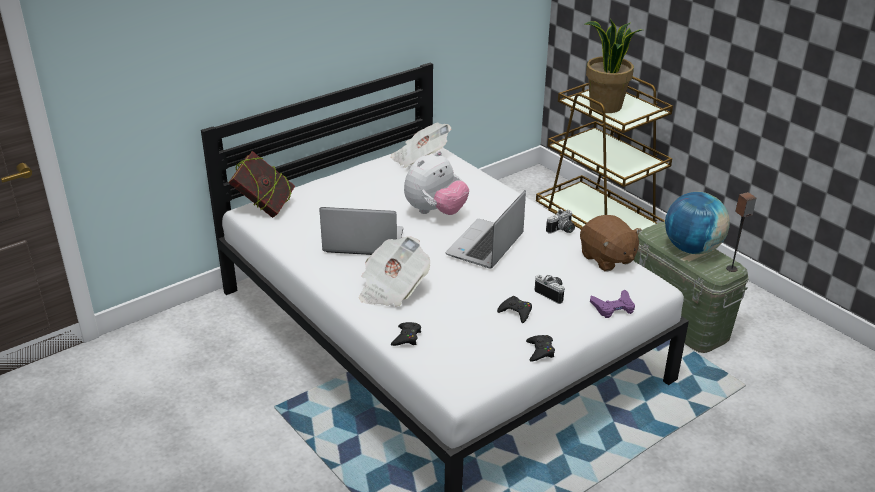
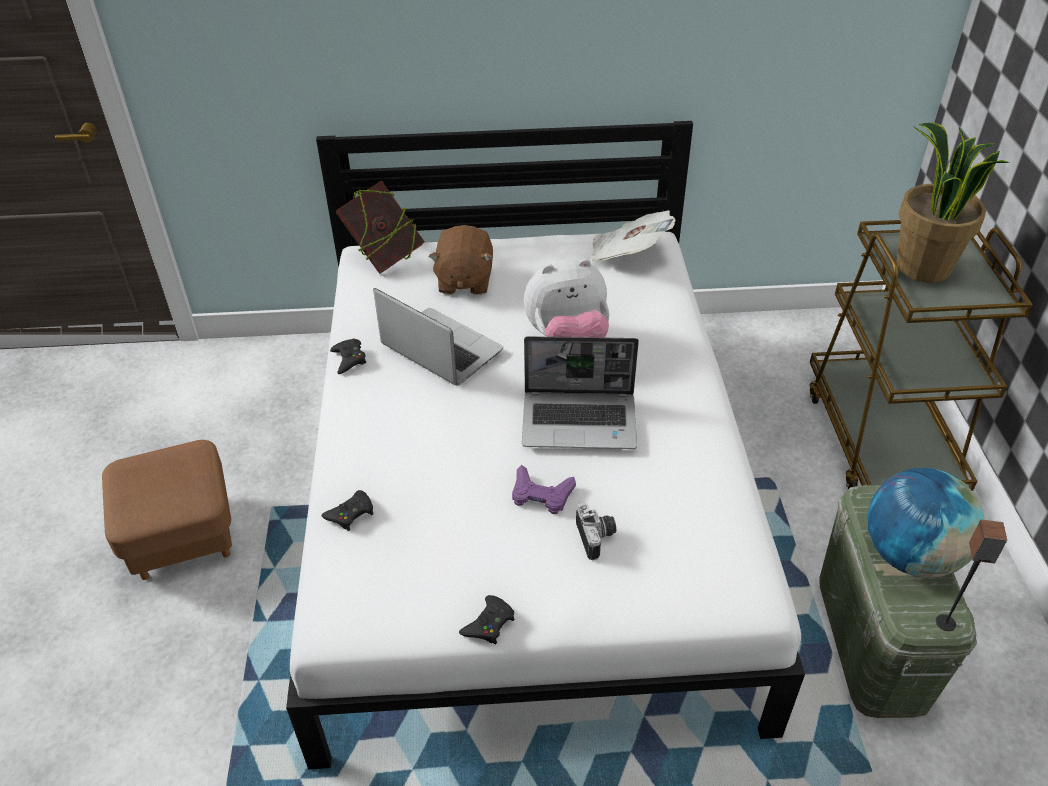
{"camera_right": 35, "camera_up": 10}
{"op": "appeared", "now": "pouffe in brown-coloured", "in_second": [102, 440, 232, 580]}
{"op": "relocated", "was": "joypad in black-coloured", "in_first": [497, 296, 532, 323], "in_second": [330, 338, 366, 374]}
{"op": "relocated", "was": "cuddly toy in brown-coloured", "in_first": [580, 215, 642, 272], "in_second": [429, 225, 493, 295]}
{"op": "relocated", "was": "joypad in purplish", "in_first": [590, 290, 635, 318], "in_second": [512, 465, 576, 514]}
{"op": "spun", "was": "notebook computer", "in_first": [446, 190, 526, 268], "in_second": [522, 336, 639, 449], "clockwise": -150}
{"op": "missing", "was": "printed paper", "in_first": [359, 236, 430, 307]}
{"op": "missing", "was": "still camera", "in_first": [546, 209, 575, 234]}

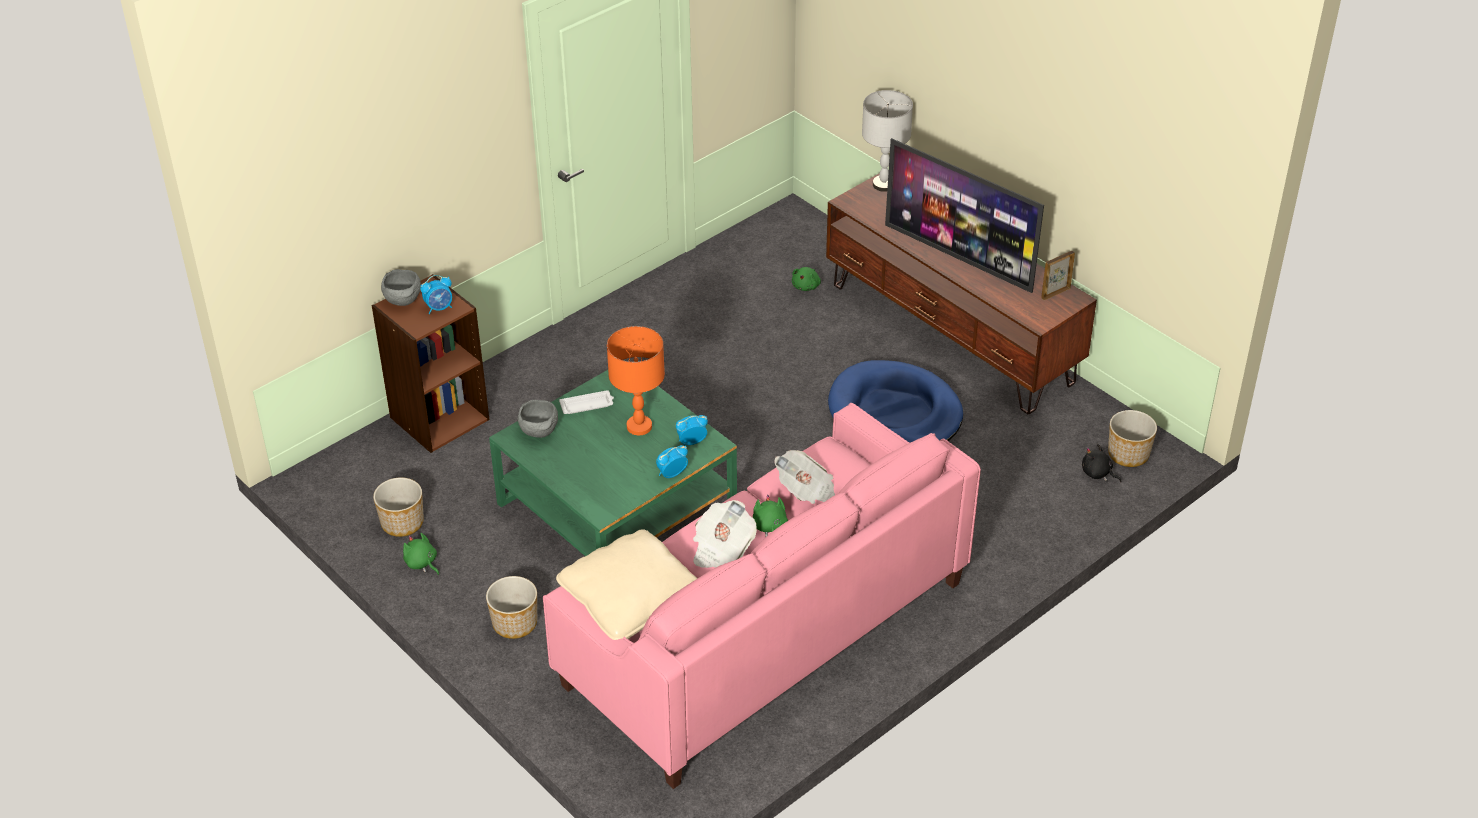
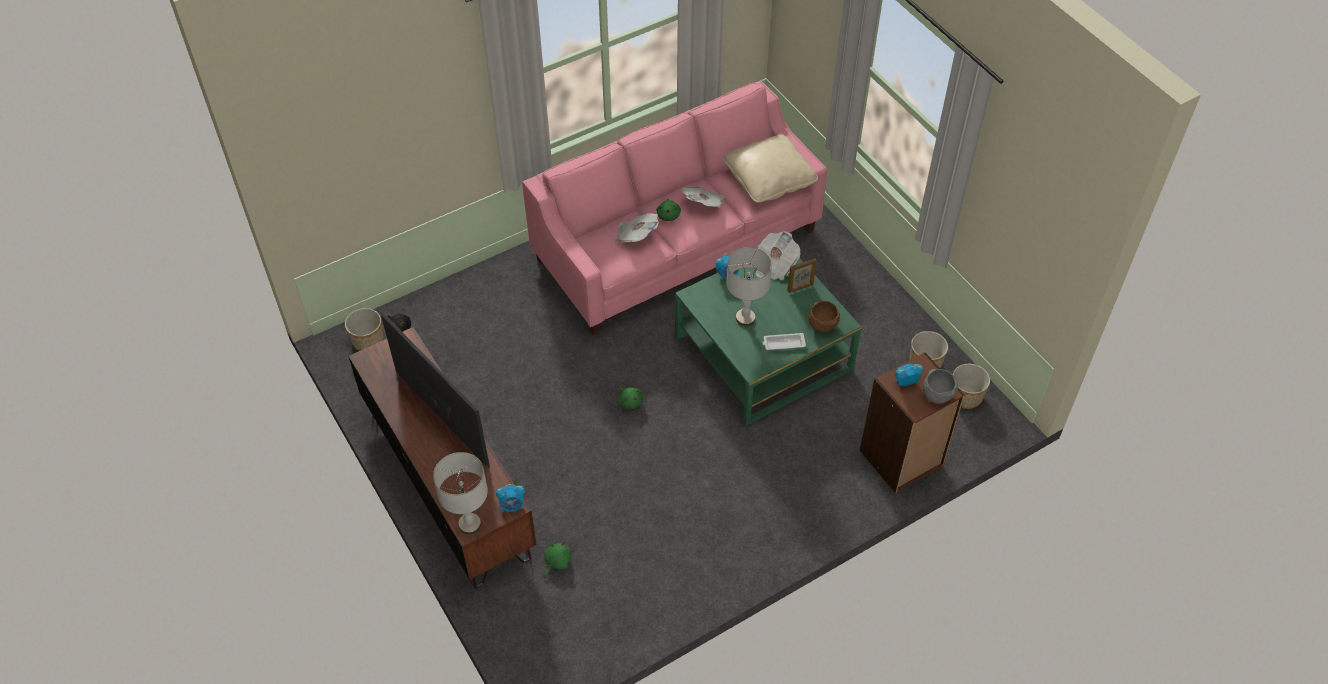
{"camera_right": -170, "camera_up": 10}
{"op": "relocated", "was": "alarm clock", "in_first": [676, 415, 708, 445], "in_second": [496, 484, 525, 512]}
{"op": "relocated", "was": "cuddly toy in greenish", "in_first": [403, 533, 439, 575], "in_second": [618, 386, 643, 409]}
{"op": "colour", "was": "table lamp in orange", "now": "table lamp in gray", "in_first": [607, 326, 665, 435], "in_second": [726, 247, 772, 326]}
{"op": "appeared", "now": "printed paper", "in_second": [756, 231, 800, 280]}
{"op": "relocated", "was": "picture frame", "in_first": [1041, 251, 1075, 300], "in_second": [787, 258, 817, 293]}
{"op": "colour", "was": "serving bowl in gray", "now": "serving bowl in brown-coloured", "in_first": [518, 400, 558, 438], "in_second": [808, 301, 840, 332]}
{"op": "relocated", "was": "plant pot", "in_first": [486, 576, 537, 639], "in_second": [953, 364, 990, 409]}
{"op": "missing", "was": "pet bed in blue", "in_first": [828, 360, 963, 443]}

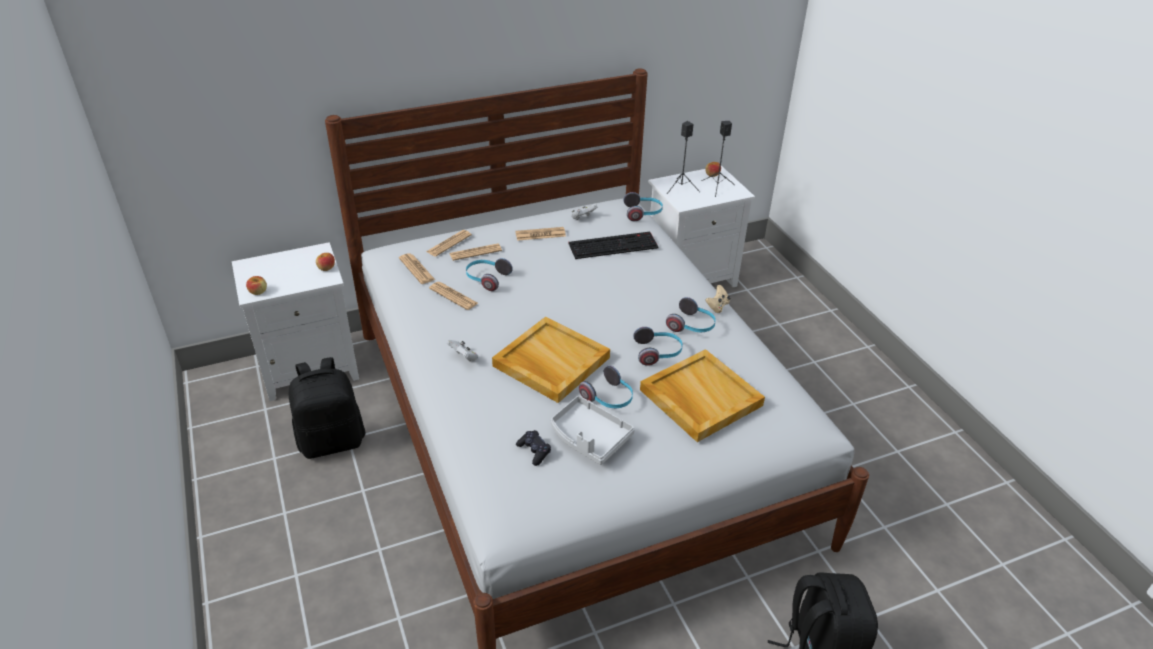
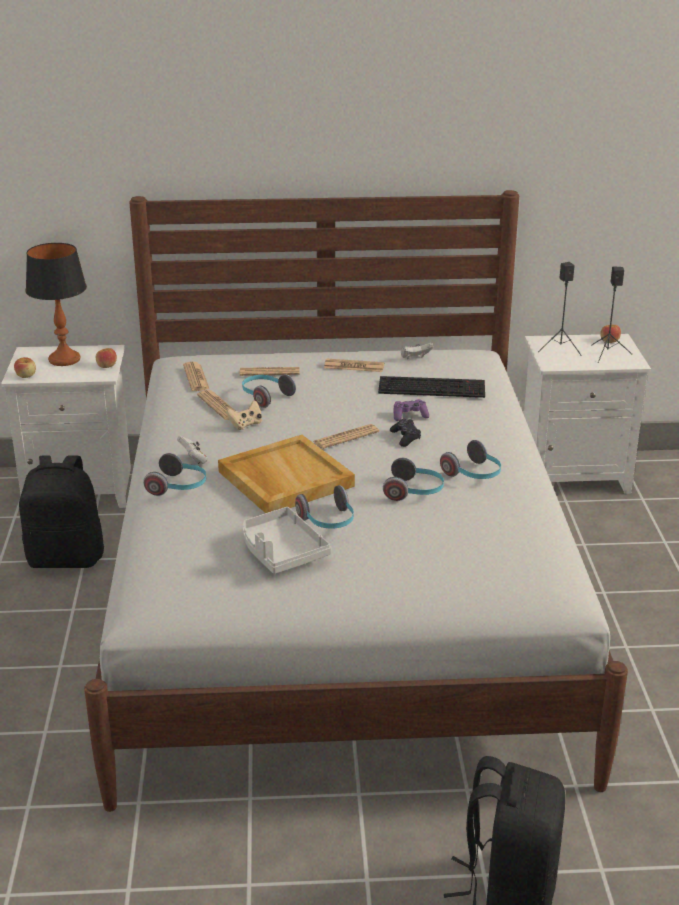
{"camera_right": 20, "camera_up": -10}
{"op": "appeared", "now": "table lamp", "in_second": [25, 243, 87, 366]}
{"op": "relocated", "was": "headphones", "in_first": [624, 192, 663, 221], "in_second": [143, 453, 206, 496]}
{"op": "relocated", "was": "joypad in beige", "in_first": [706, 285, 730, 313], "in_second": [226, 400, 262, 430]}
{"op": "relocated", "was": "printed paper", "in_first": [426, 230, 472, 257], "in_second": [313, 424, 379, 449]}
{"op": "relocated", "was": "joypad in black-coloured", "in_first": [516, 430, 551, 466], "in_second": [390, 419, 421, 447]}
{"op": "appeared", "now": "joypad in purplish", "in_second": [393, 399, 429, 421]}
{"op": "missing", "was": "tray in beige", "in_first": [640, 349, 765, 442]}

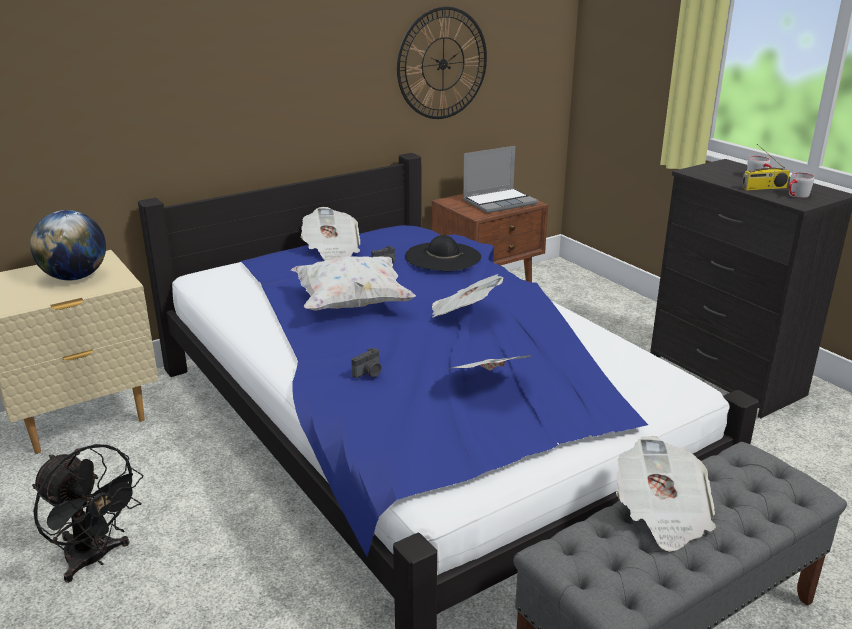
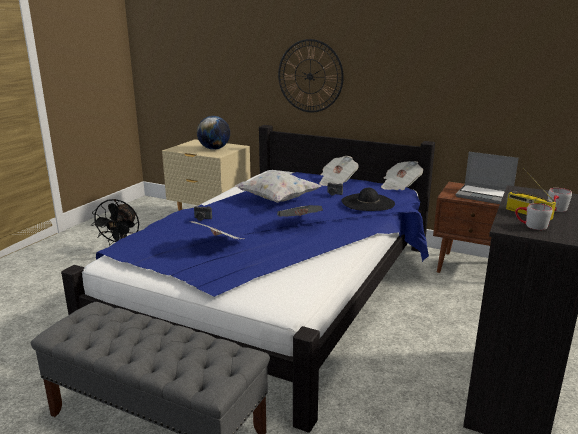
{"camera_right": 60, "camera_up": -5}
{"op": "relocated", "was": "wall clock", "in_first": [397, 6, 487, 119], "in_second": [278, 39, 344, 113]}
{"op": "relocated", "was": "printed paper", "in_first": [616, 436, 716, 552], "in_second": [381, 161, 423, 190]}

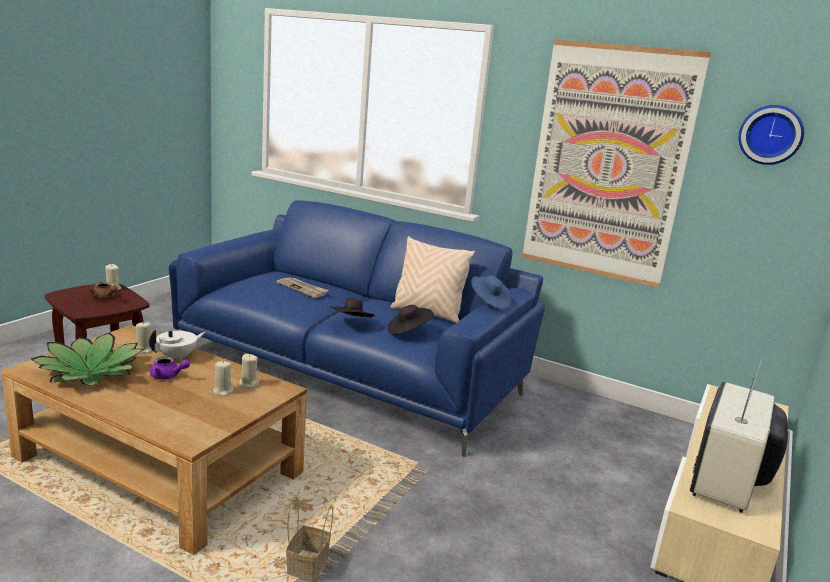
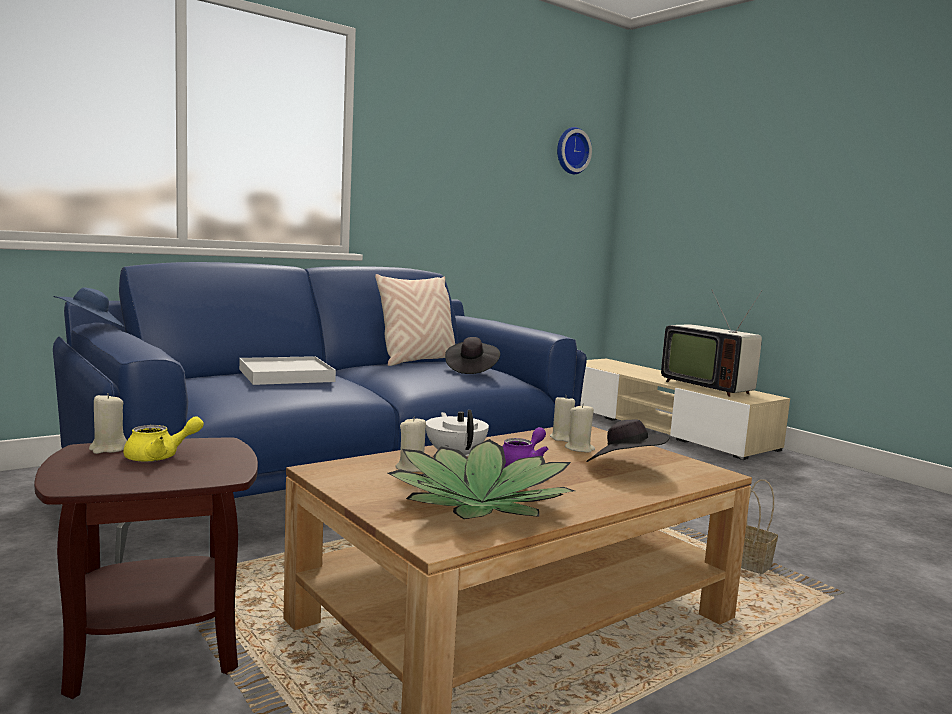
{"camera_right": -65, "camera_up": -10}
{"op": "relocated", "was": "wearable hat in blue", "in_first": [471, 275, 511, 310], "in_second": [53, 287, 124, 327]}
{"op": "colour", "was": "pot for tea in brown-coloured", "now": "pot for tea in yellowish", "in_first": [89, 282, 117, 299], "in_second": [123, 416, 204, 462]}
{"op": "exchanged", "was": "printed paper", "now": "tray in white", "in_first": [277, 277, 329, 298], "in_second": [239, 356, 336, 385]}
{"op": "relocated", "was": "wearable hat in black-coloured", "in_first": [330, 298, 375, 317], "in_second": [586, 420, 670, 462]}
{"op": "missing", "was": "wall picture", "in_first": [522, 39, 711, 288]}

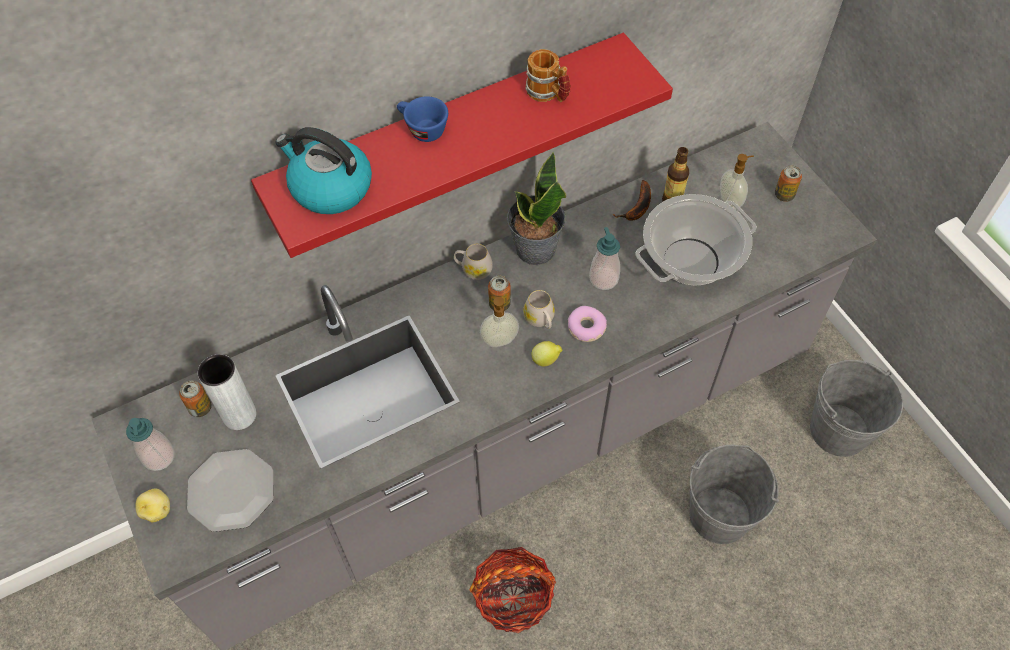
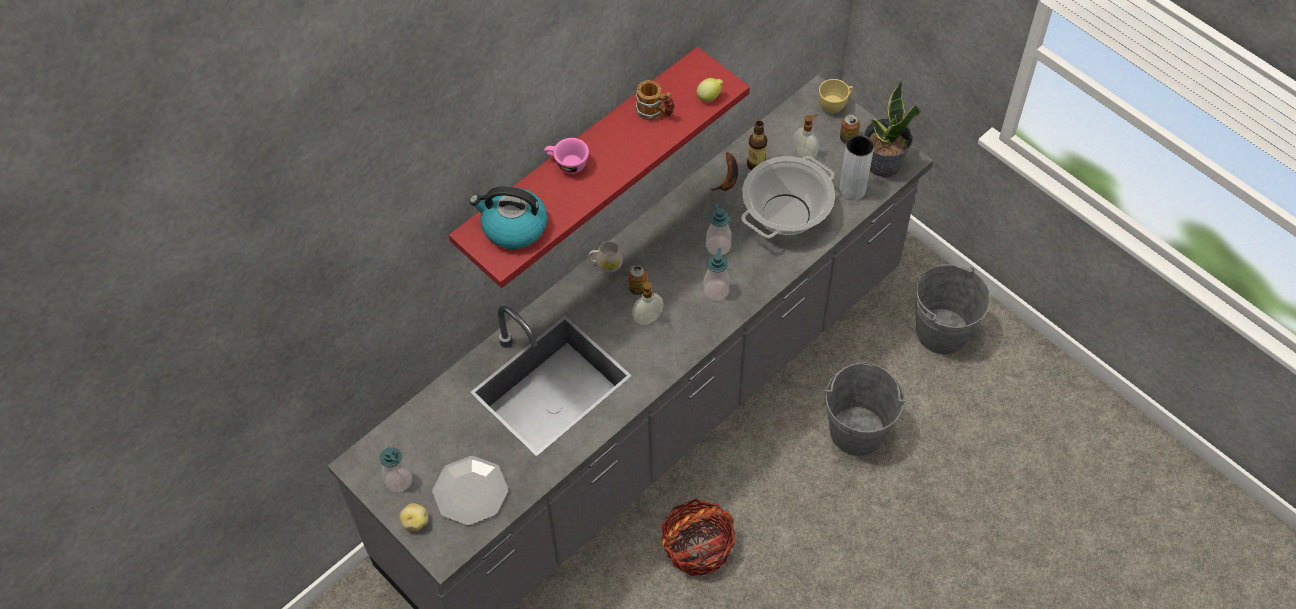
{"camera_right": -15, "camera_up": 0}
{"op": "colour", "was": "cup in blue", "now": "cup in pink-coloured", "in_first": [397, 96, 448, 142], "in_second": [544, 138, 589, 174]}
{"op": "relocated", "was": "citrus fruit", "in_first": [531, 341, 563, 366], "in_second": [696, 78, 724, 102]}
{"op": "exchanged", "was": "donut", "now": "soap dispenser", "in_first": [568, 306, 607, 342], "in_second": [703, 248, 730, 301]}
{"op": "appeared", "now": "cup in yellowish", "in_second": [819, 79, 854, 114]}
{"op": "relocated", "was": "vase in gray", "in_first": [198, 354, 256, 430], "in_second": [839, 135, 874, 200]}
{"op": "relocated", "was": "potted plant", "in_first": [507, 152, 566, 265], "in_second": [864, 81, 920, 177]}
{"op": "missing", "was": "sealed can", "in_first": [179, 381, 212, 417]}
{"op": "missing", "was": "coffee mug in white", "in_first": [523, 290, 555, 329]}

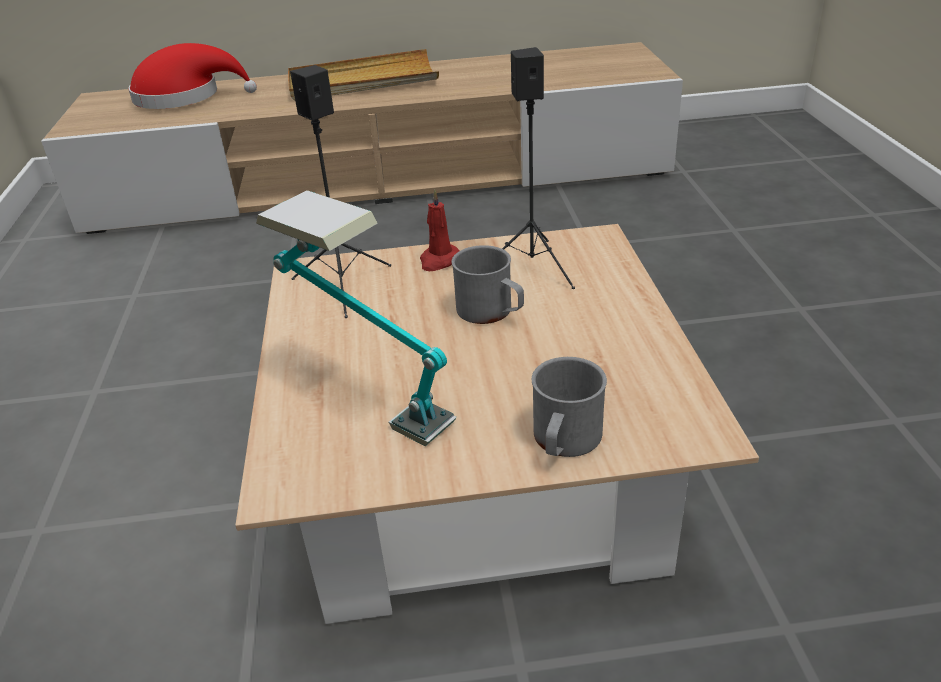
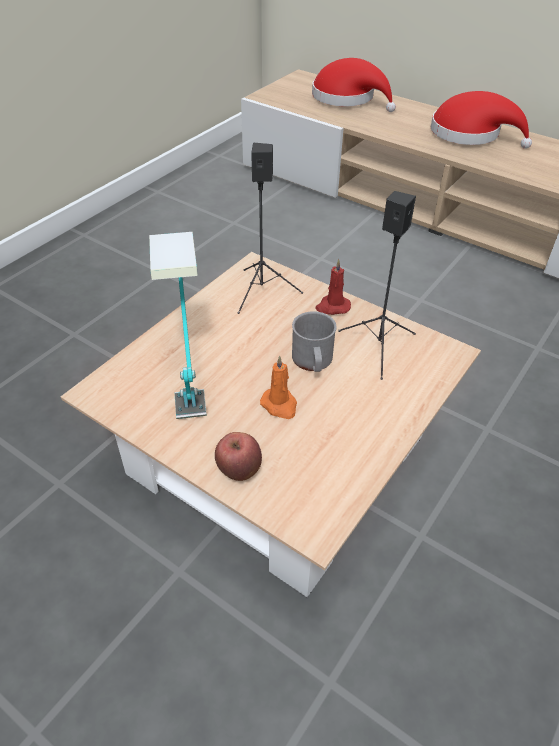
{"camera_right": 40, "camera_up": 10}
{"op": "exchanged", "was": "coffee mug in gray", "now": "apple fruit", "in_first": [531, 357, 607, 457], "in_second": [215, 432, 262, 481]}
{"op": "appeared", "now": "wax candle in orange", "in_second": [260, 356, 297, 419]}
{"op": "exchanged", "was": "tray in beige", "now": "wearable hat in red", "in_first": [288, 49, 439, 101], "in_second": [431, 91, 532, 149]}

